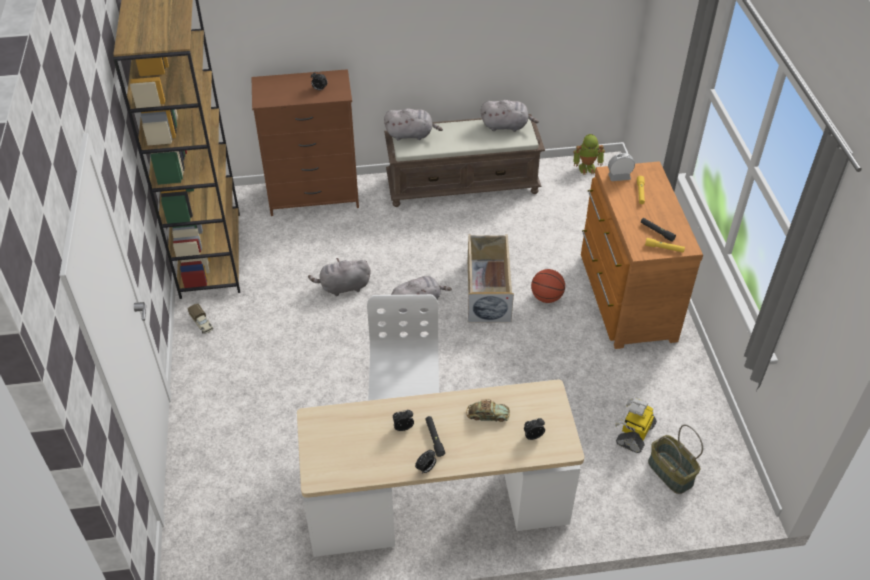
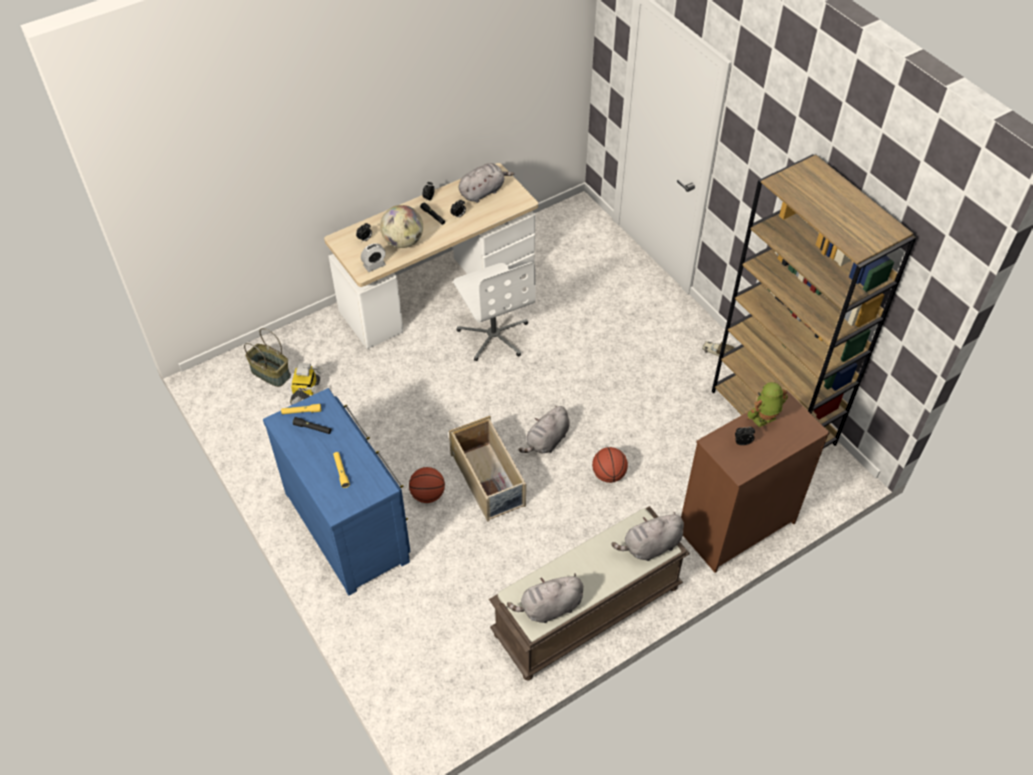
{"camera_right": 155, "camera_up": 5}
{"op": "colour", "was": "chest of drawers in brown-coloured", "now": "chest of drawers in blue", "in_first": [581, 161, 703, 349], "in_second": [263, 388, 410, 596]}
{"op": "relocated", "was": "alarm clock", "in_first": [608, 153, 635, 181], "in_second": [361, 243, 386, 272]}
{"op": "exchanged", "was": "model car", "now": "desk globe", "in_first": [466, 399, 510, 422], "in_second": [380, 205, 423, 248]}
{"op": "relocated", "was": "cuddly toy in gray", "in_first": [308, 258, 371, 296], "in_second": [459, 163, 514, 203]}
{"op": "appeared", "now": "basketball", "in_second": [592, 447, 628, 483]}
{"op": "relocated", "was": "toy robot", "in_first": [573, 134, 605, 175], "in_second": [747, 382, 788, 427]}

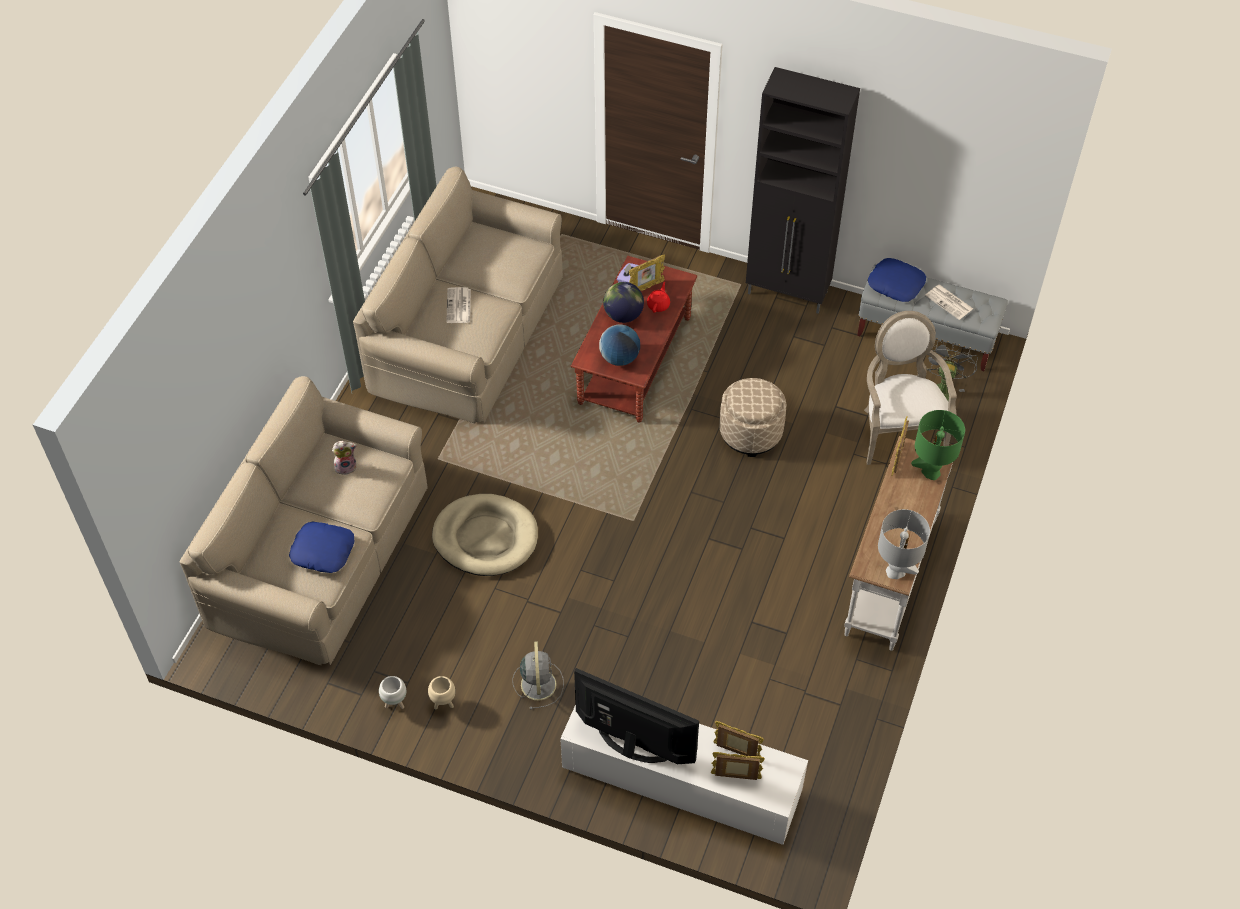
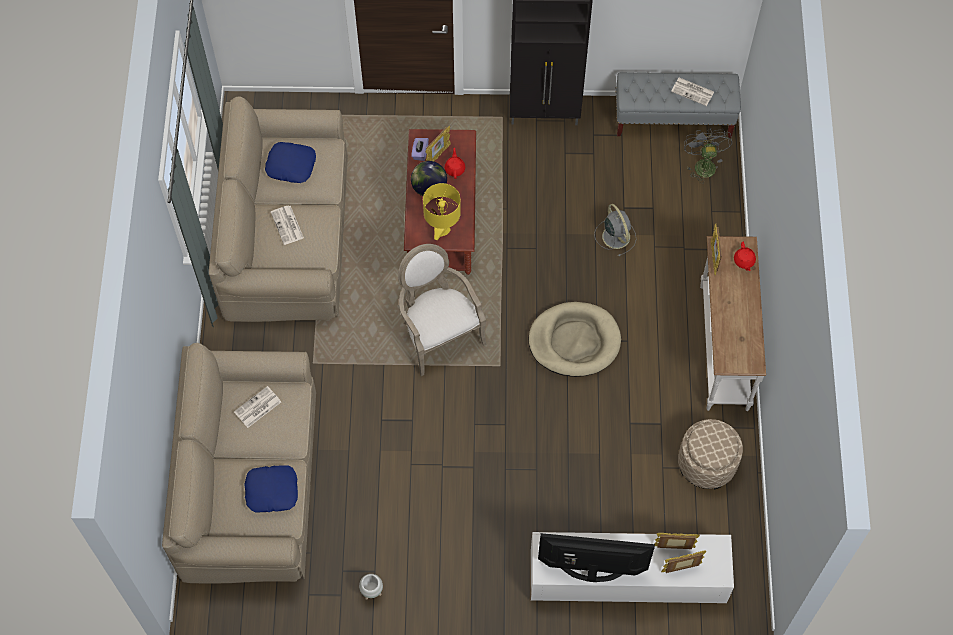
{"camera_right": -20, "camera_up": 10}
{"op": "exchanged", "was": "cuddly toy", "now": "printed paper", "in_first": [332, 441, 357, 475], "in_second": [234, 386, 281, 428]}
{"op": "relocated", "was": "pillow in blue", "in_first": [868, 258, 926, 302], "in_second": [265, 142, 316, 183]}
{"op": "relocated", "was": "easy chair", "in_first": [864, 311, 957, 465], "in_second": [398, 244, 487, 376]}
{"op": "exchanged", "was": "desk globe", "now": "table lamp in yellowish", "in_first": [599, 325, 640, 366], "in_second": [423, 183, 461, 240]}
{"op": "relocated", "was": "pet bed in beige", "in_first": [432, 494, 538, 576], "in_second": [529, 302, 621, 377]}
{"op": "relocated", "was": "fan in gray", "in_first": [512, 641, 564, 709], "in_second": [594, 204, 637, 256]}
{"op": "relocated", "was": "pouffe in beige", "in_first": [719, 378, 787, 457], "in_second": [678, 419, 743, 489]}
{"op": "exchanged", "was": "table lamp in greenish", "now": "pot for tea in red", "in_first": [911, 410, 965, 480], "in_second": [734, 242, 756, 271]}
{"op": "missing", "was": "plant pot in beige", "in_first": [428, 676, 456, 709]}
{"op": "missing", "was": "table lamp in gray", "in_first": [878, 509, 930, 579]}

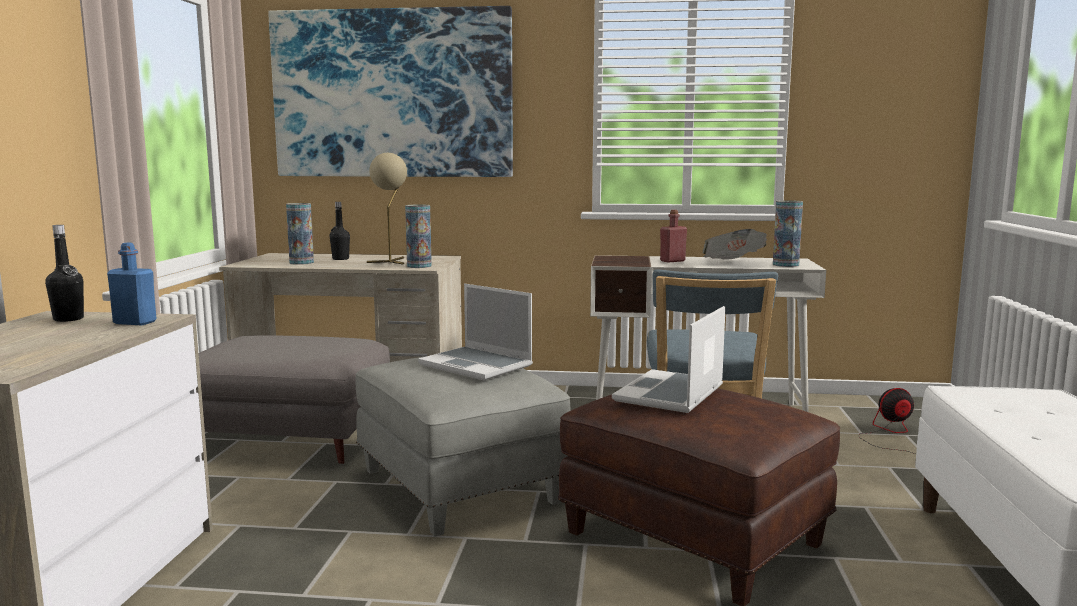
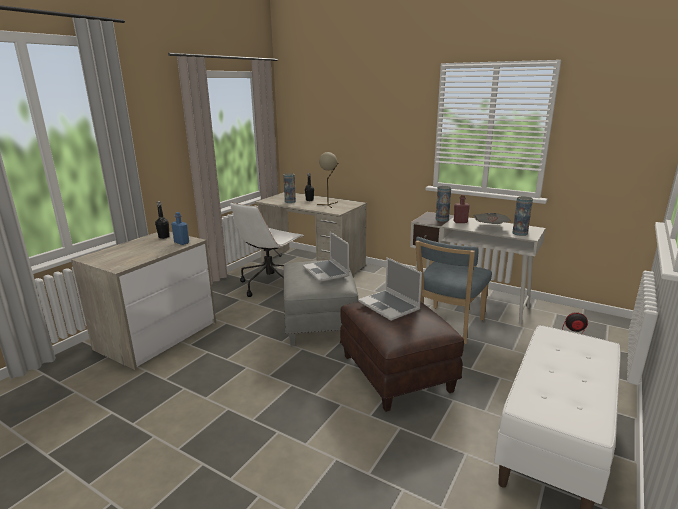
{"camera_right": 25, "camera_up": 10}
{"op": "exchanged", "was": "pouffe in gray", "now": "computer chair in white", "in_first": [198, 335, 390, 464], "in_second": [230, 202, 303, 297]}
{"op": "spun", "was": "notebook computer", "in_first": [612, 306, 726, 413], "in_second": [358, 257, 422, 321], "clockwise": -90}
{"op": "relocated", "was": "vase", "in_first": [405, 205, 432, 268], "in_second": [436, 186, 451, 222]}
{"op": "missing", "was": "wall picture", "in_first": [268, 6, 513, 177]}

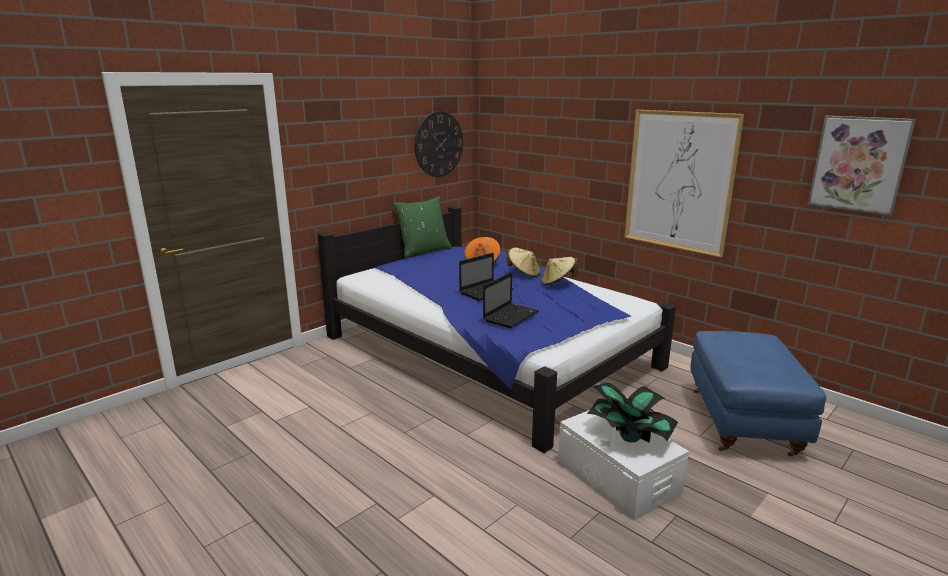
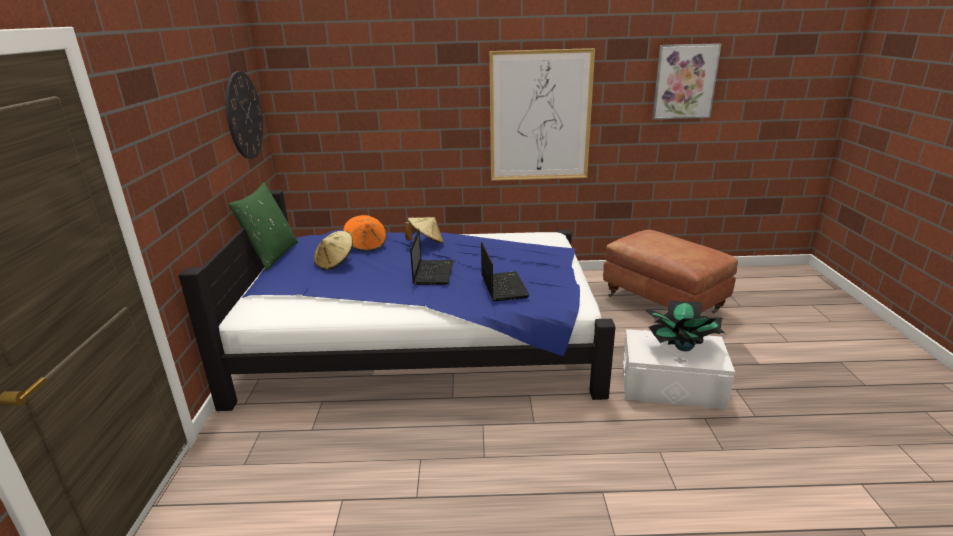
{"camera_right": -45, "camera_up": 5}
{"op": "relocated", "was": "wearable hat in beige", "in_first": [541, 257, 578, 286], "in_second": [314, 231, 353, 270]}
{"op": "colour", "was": "pouffe in blue", "now": "pouffe in brown-coloured", "in_first": [690, 331, 826, 457], "in_second": [603, 230, 738, 313]}

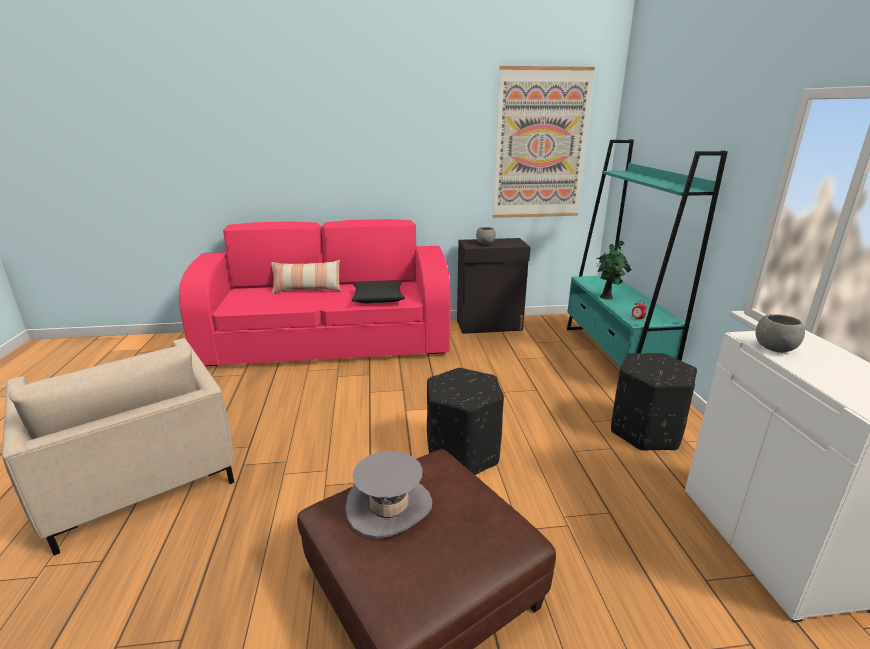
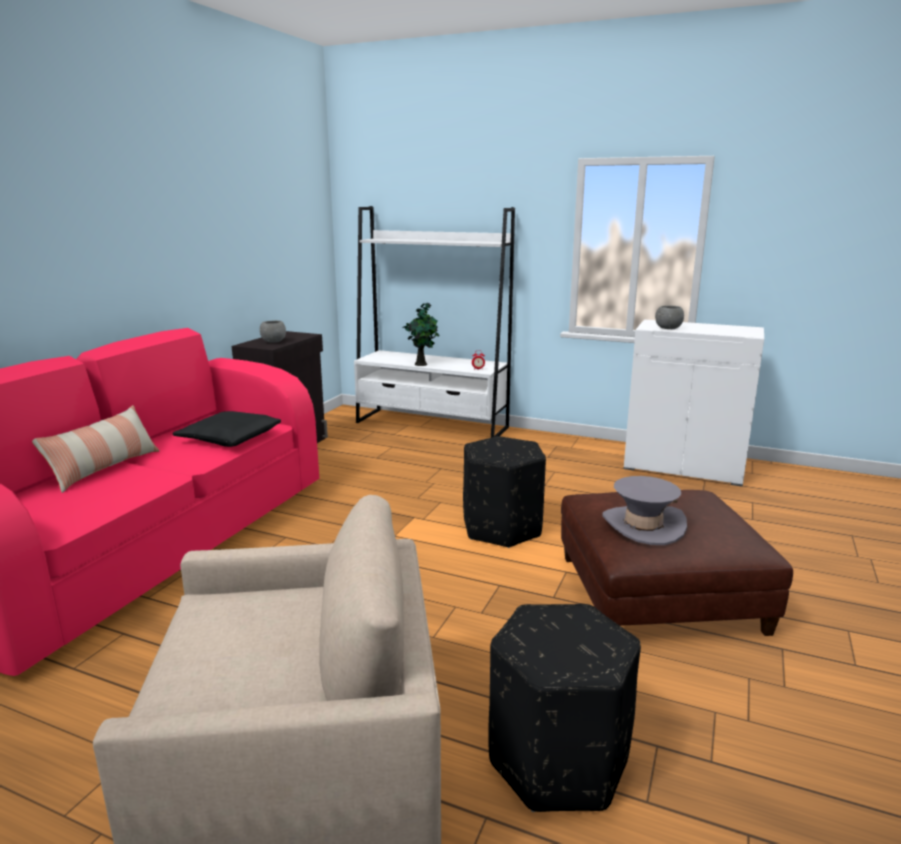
{"camera_right": -60, "camera_up": -5}
{"op": "colour", "was": "bookcase in turquoise", "now": "bookcase in white", "in_first": [567, 139, 728, 367], "in_second": [354, 206, 515, 438]}
{"op": "relocated", "was": "pouffe in black-coloured", "in_first": [611, 353, 697, 451], "in_second": [488, 604, 641, 812]}
{"op": "missing", "was": "wall picture", "in_first": [493, 66, 595, 218]}

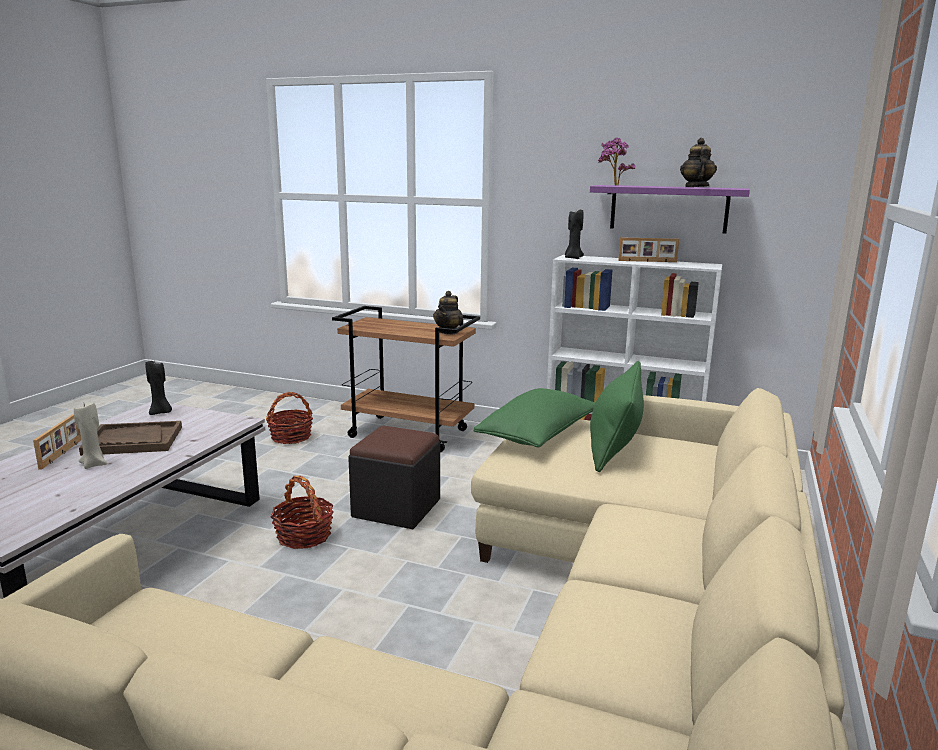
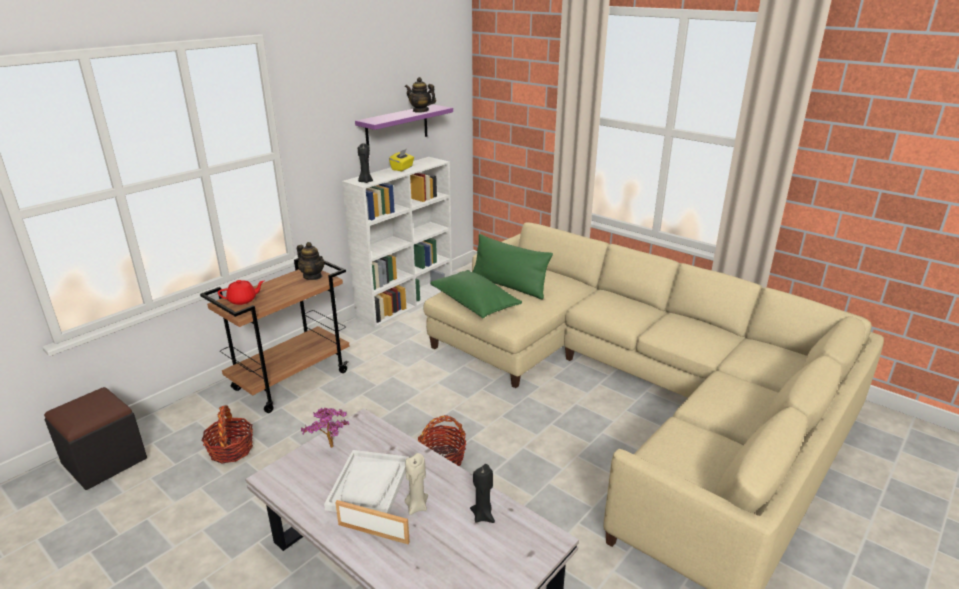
{"camera_right": -70, "camera_up": 10}
{"op": "relocated", "was": "pouffe in black-coloured", "in_first": [348, 425, 440, 529], "in_second": [44, 387, 147, 490]}
{"op": "appeared", "now": "pot for tea in red", "in_second": [218, 280, 264, 305]}
{"op": "relocated", "was": "potted plant", "in_first": [598, 138, 636, 186], "in_second": [301, 408, 349, 448]}
{"op": "colour", "was": "tray in brown-coloured", "now": "tray in white", "in_first": [79, 421, 182, 456], "in_second": [324, 450, 409, 514]}
{"op": "exchanged", "was": "picture frame", "now": "box of tissues in yellowish", "in_first": [618, 237, 679, 262], "in_second": [389, 149, 414, 171]}
{"op": "relocated", "was": "wax candle in black-coloured", "in_first": [145, 361, 172, 415], "in_second": [470, 464, 495, 523]}

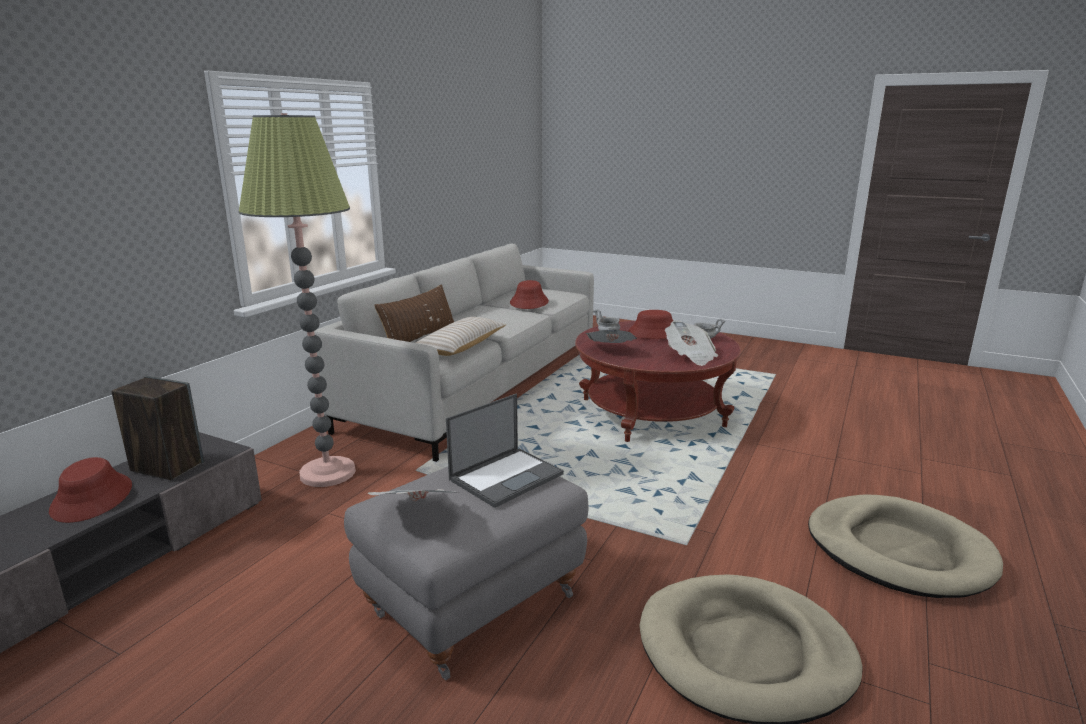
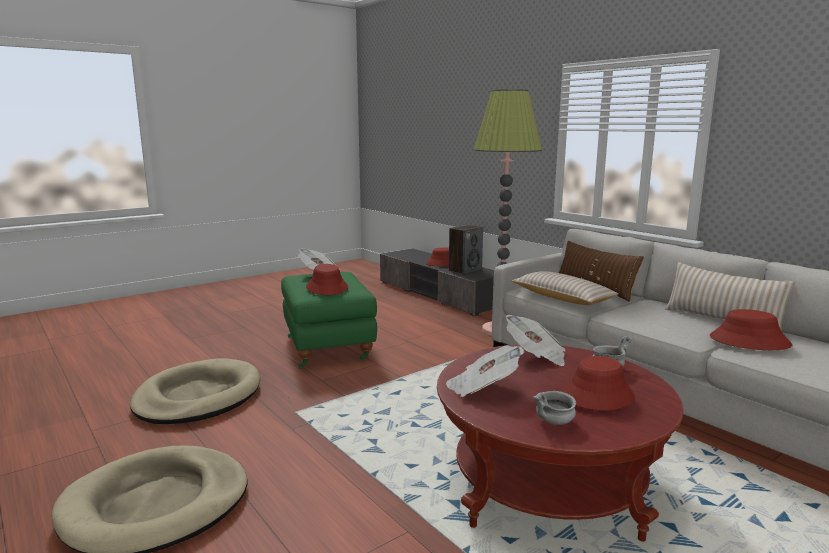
{"camera_right": 115, "camera_up": -5}
{"op": "colour", "was": "pouffe in gray", "now": "pouffe in greenish", "in_first": [344, 467, 588, 680], "in_second": [281, 272, 377, 368]}
{"op": "exchanged", "was": "notebook computer", "now": "wearable hat in red", "in_first": [446, 394, 564, 508], "in_second": [306, 264, 348, 295]}
{"op": "appeared", "now": "pillow in beige", "in_second": [665, 262, 795, 331]}

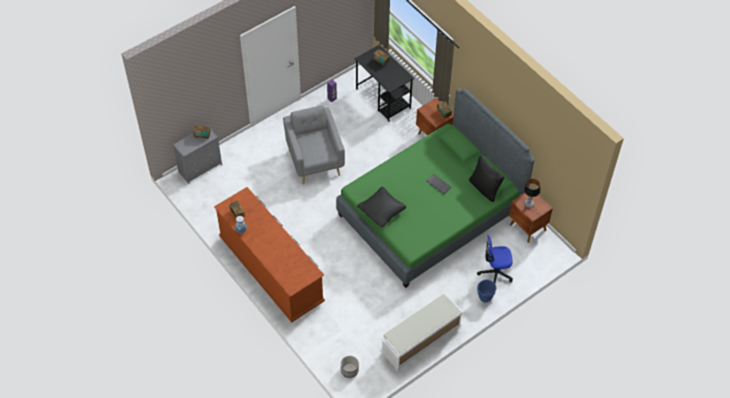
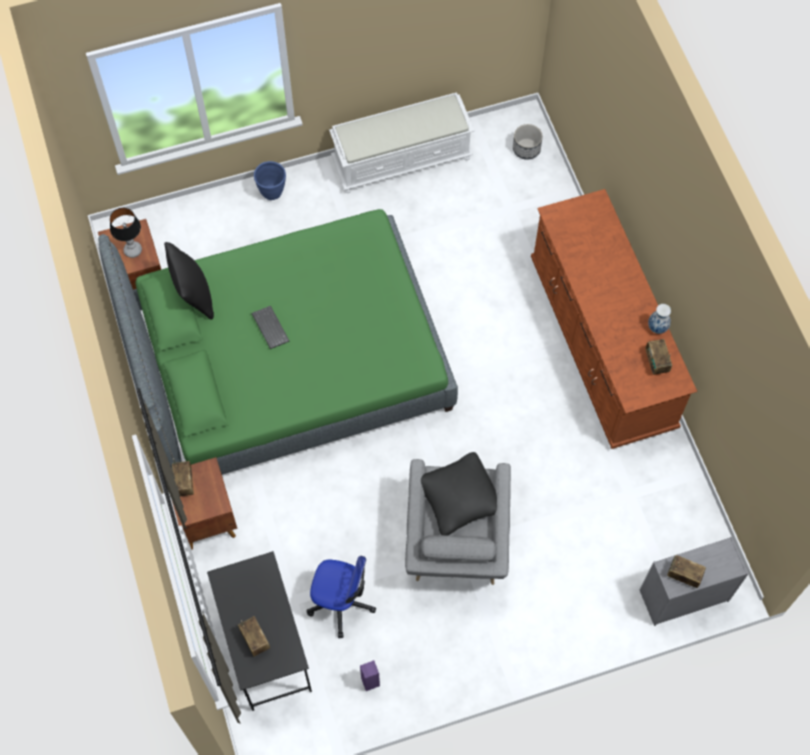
{"camera_right": -160, "camera_up": 10}
{"op": "relocated", "was": "computer chair", "in_first": [477, 235, 513, 283], "in_second": [307, 556, 376, 638]}
{"op": "relocated", "was": "pillow in black-coloured", "in_first": [357, 187, 406, 227], "in_second": [421, 452, 497, 536]}

